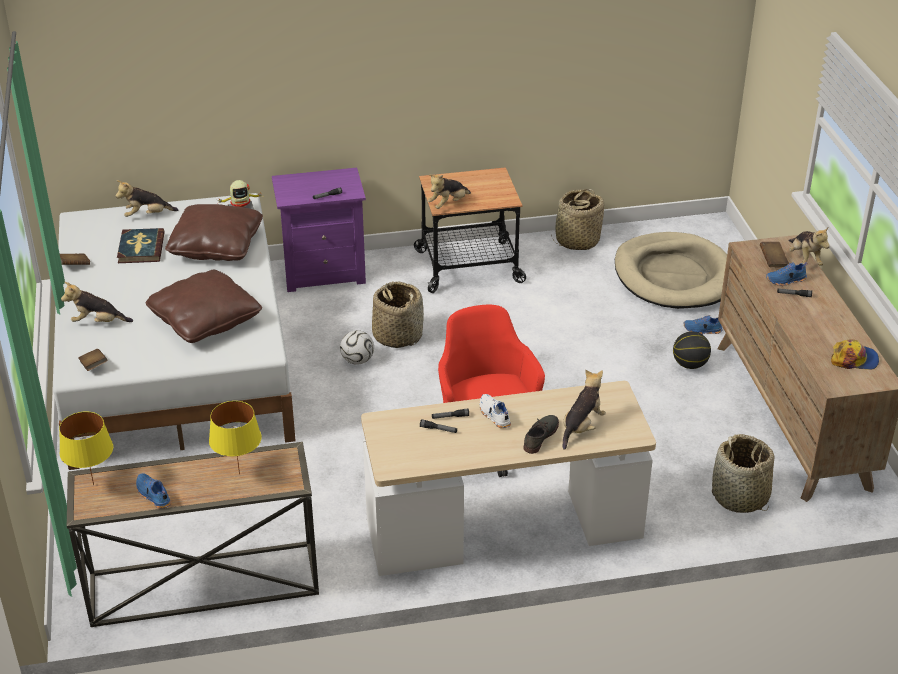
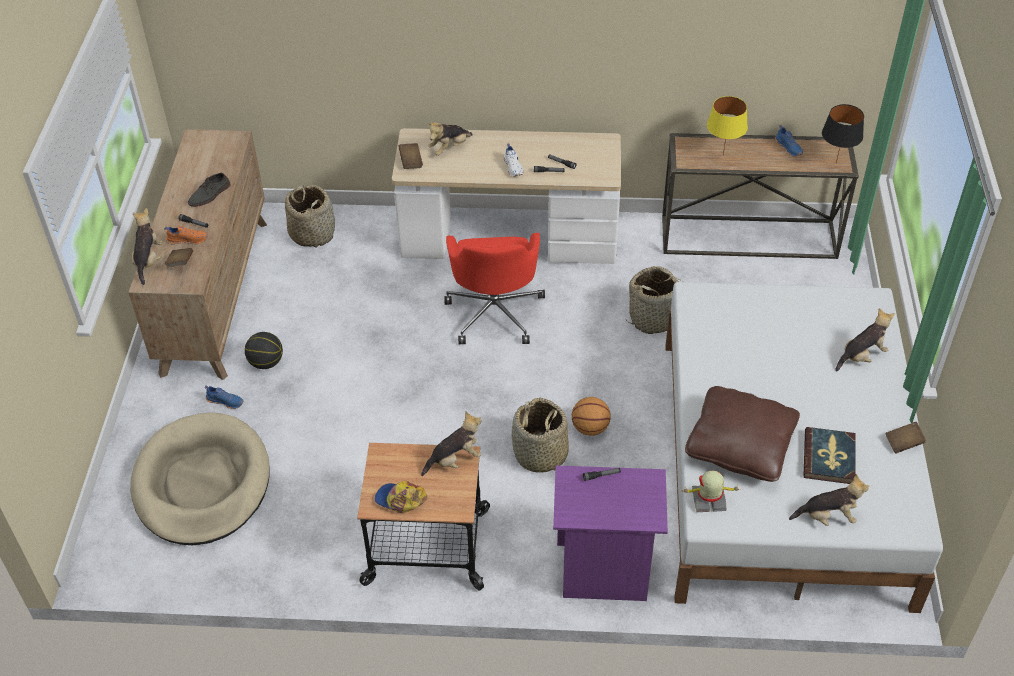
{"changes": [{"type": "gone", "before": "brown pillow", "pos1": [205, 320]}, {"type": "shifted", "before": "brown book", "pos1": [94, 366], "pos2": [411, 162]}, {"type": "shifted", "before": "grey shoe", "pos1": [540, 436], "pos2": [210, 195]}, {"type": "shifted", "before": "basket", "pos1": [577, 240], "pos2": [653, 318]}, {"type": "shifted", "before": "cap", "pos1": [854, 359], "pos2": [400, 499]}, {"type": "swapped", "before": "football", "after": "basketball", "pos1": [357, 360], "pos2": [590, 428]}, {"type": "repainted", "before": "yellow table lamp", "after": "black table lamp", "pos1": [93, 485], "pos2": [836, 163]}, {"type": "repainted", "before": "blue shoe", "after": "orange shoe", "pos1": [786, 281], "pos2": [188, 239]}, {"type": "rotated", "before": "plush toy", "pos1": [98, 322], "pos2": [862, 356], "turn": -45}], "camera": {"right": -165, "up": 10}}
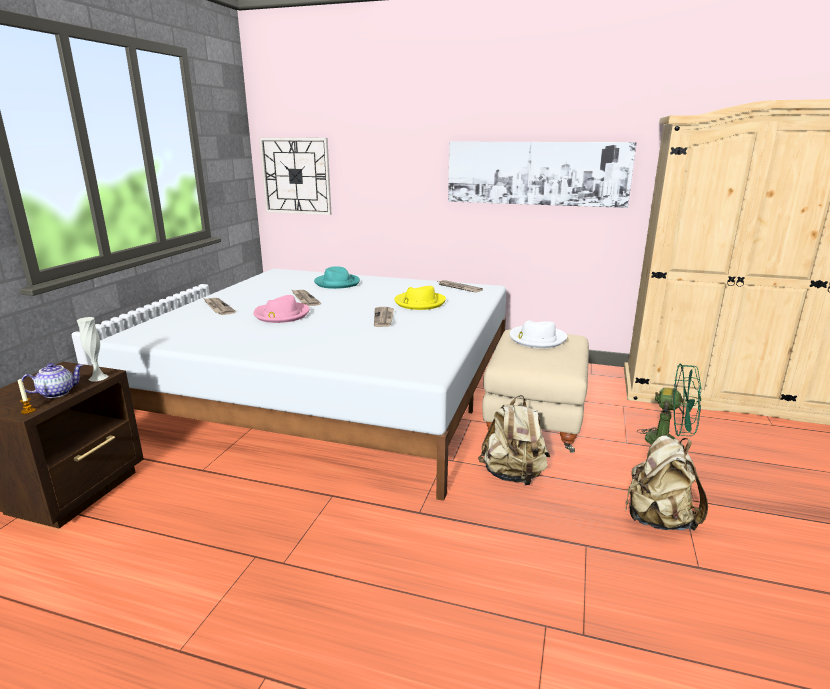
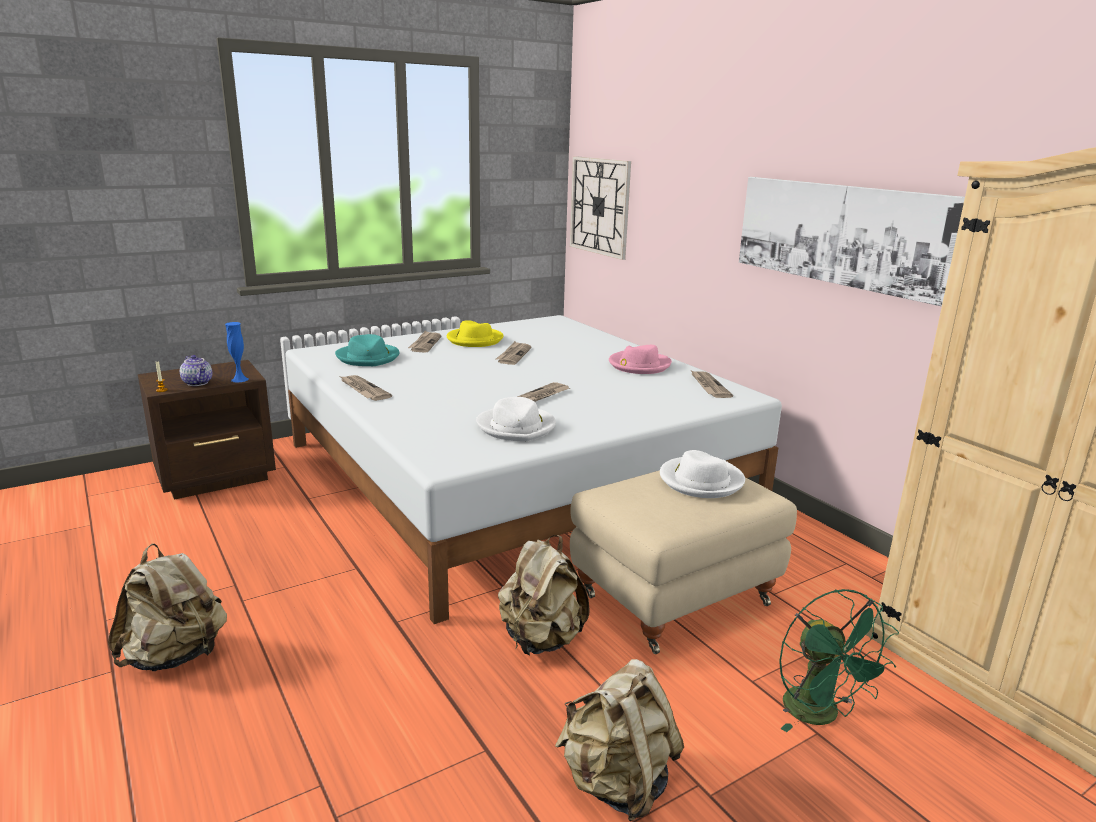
{"changes": [{"type": "new", "after": "beige backpack", "pos2": [175, 656]}, {"type": "new", "after": "newspaper", "pos2": [363, 390]}, {"type": "new", "after": "white hat", "pos2": [516, 427]}, {"type": "shifted", "before": "pink hat", "pos1": [281, 315], "pos2": [639, 365]}, {"type": "shifted", "before": "turquoise hat", "pos1": [337, 283], "pos2": [368, 357]}, {"type": "shifted", "before": "yellow hat", "pos1": [419, 303], "pos2": [474, 340]}, {"type": "repainted", "before": "white vase", "after": "blue vase", "pos1": [98, 377], "pos2": [239, 379]}, {"type": "rotated", "before": "teapot", "pos1": [57, 393], "pos2": [198, 383], "turn": 45}], "camera": {"right": 40, "up": 0}}
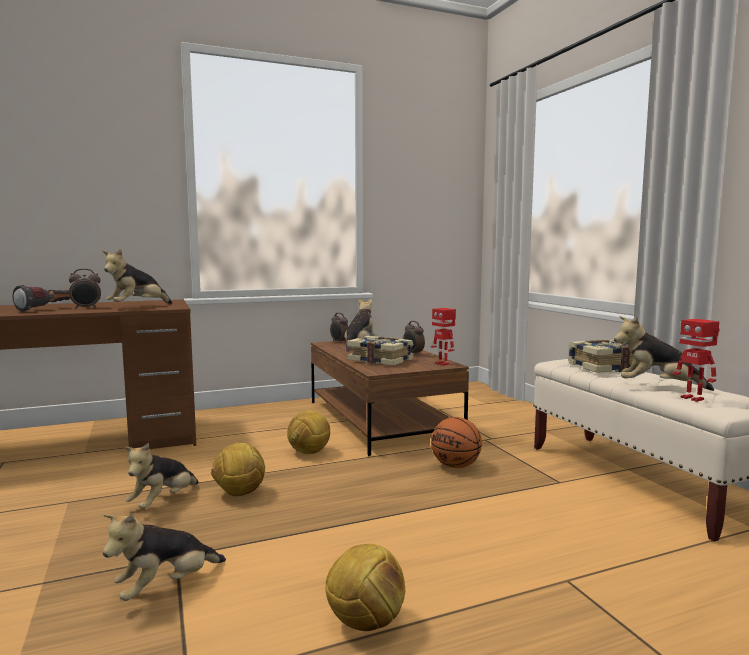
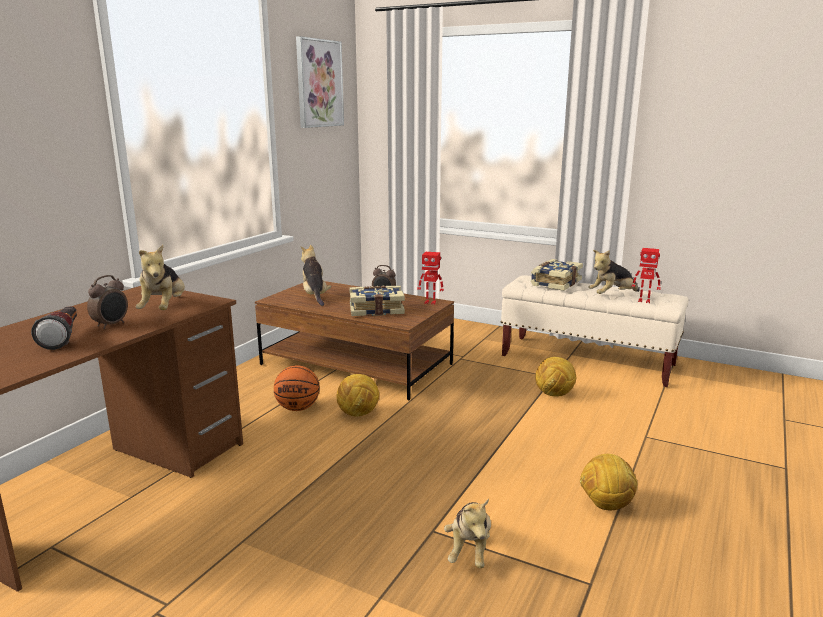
{"changes": [{"type": "gone", "before": "plush toy", "pos1": [163, 502]}, {"type": "gone", "before": "alarm clock", "pos1": [339, 342]}, {"type": "new", "after": "picture", "pos2": [319, 83]}, {"type": "shifted", "before": "football", "pos1": [239, 494], "pos2": [554, 394]}, {"type": "shifted", "before": "basketball", "pos1": [455, 466], "pos2": [297, 408]}], "camera": {"right": -40, "up": 10}}
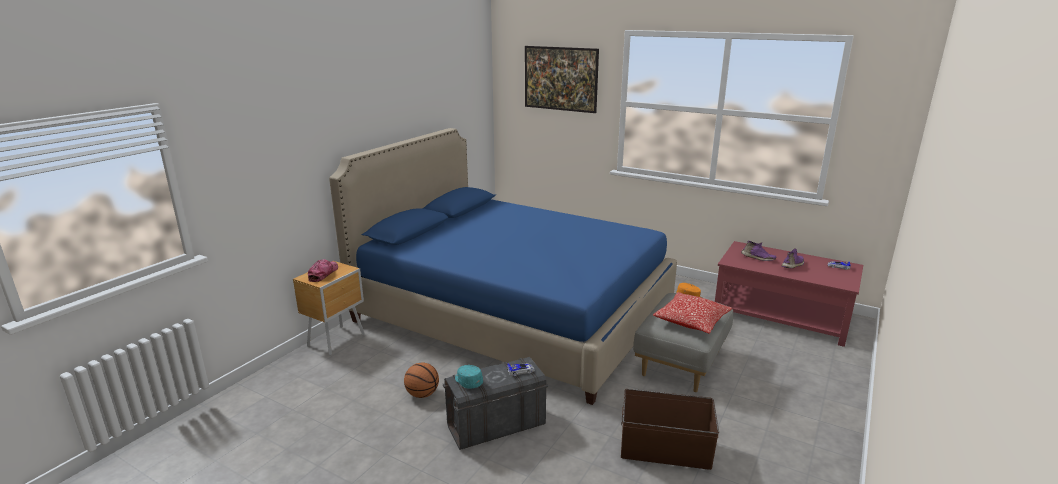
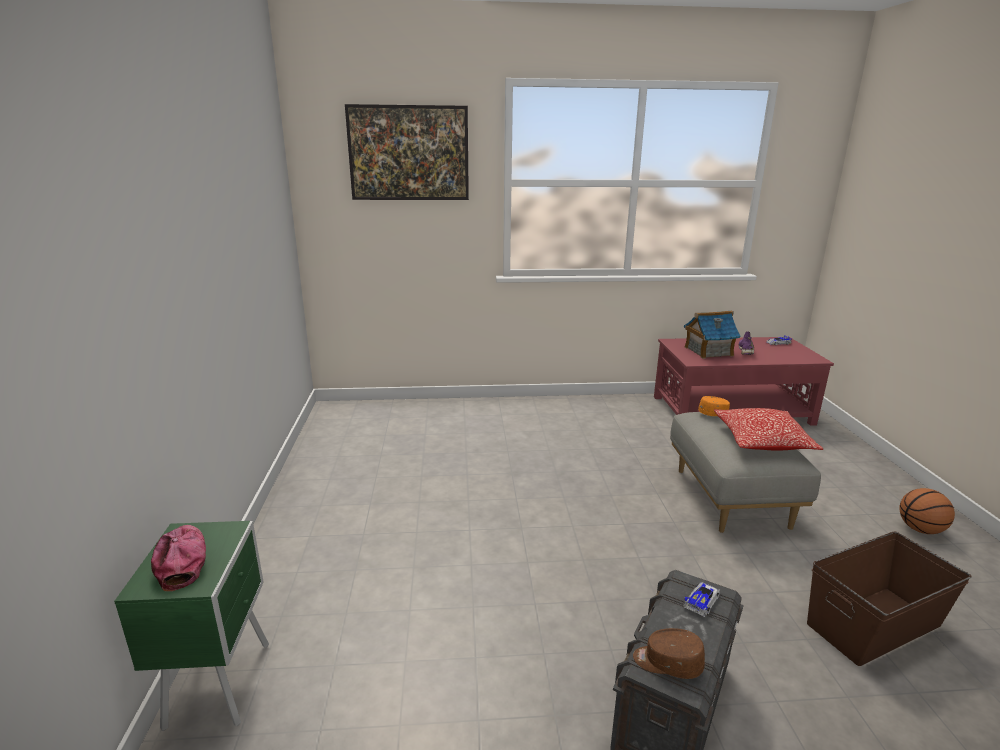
{"changes": [{"type": "gone", "before": "blue bed", "pos1": [513, 314]}, {"type": "shifted", "before": "basketball", "pos1": [422, 394], "pos2": [920, 529]}, {"type": "swapped", "before": "purple shoe", "after": "toy house", "pos1": [757, 258], "pos2": [708, 351]}, {"type": "repainted", "before": "brown nightstand", "after": "green nightstand", "pos1": [337, 340], "pos2": [221, 682]}, {"type": "repainted", "before": "turquoise cap", "after": "brown cap", "pos1": [468, 381], "pos2": [667, 663]}], "camera": {"right": -35, "up": 0}}
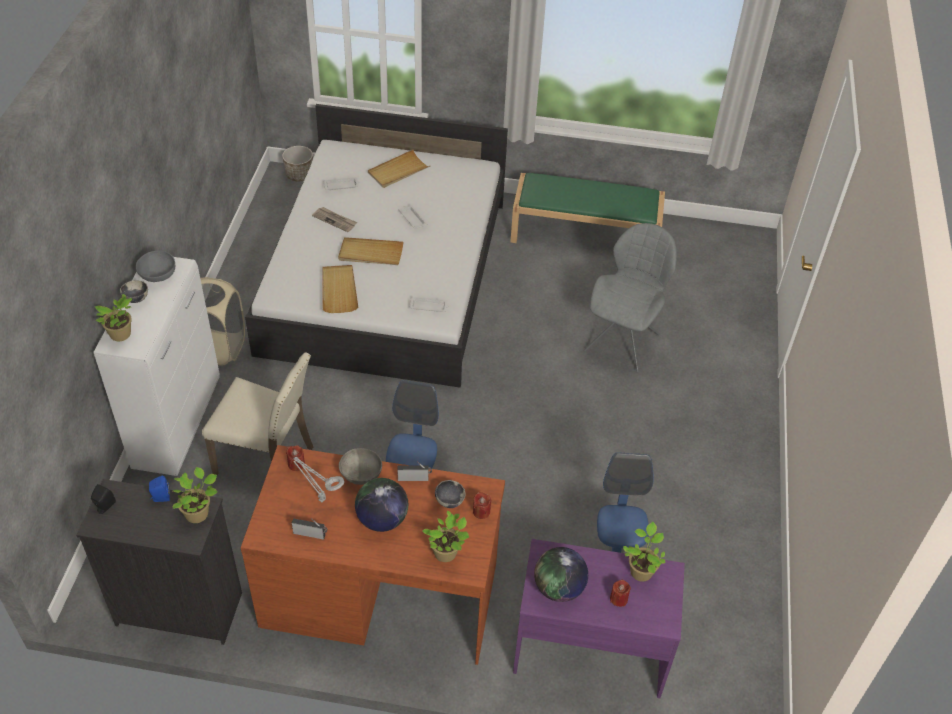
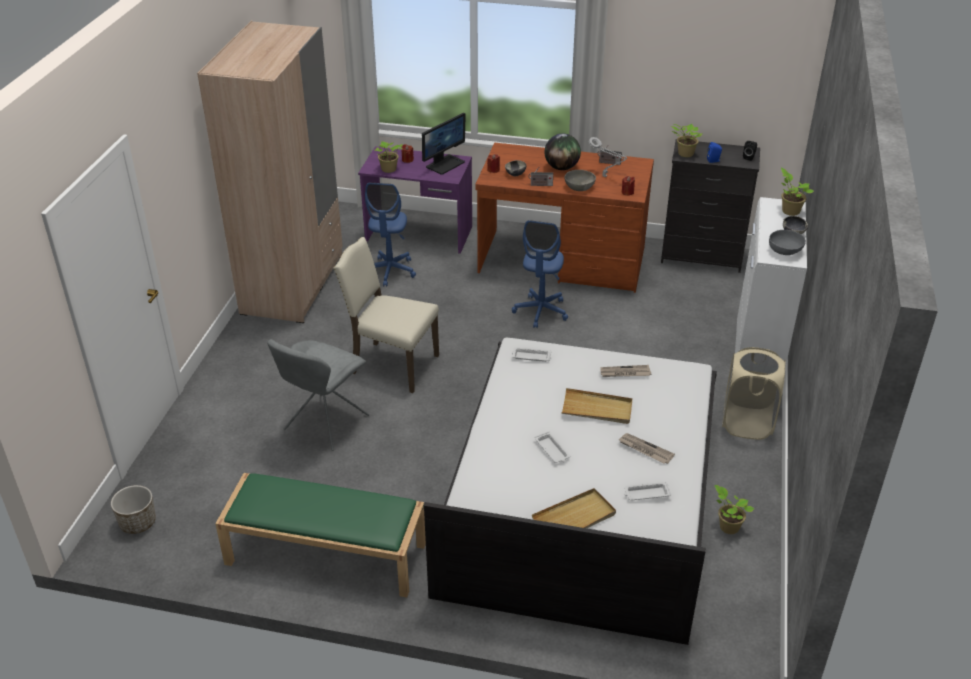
{"changes": [{"type": "new", "after": "beige wardrobe", "pos2": [293, 284]}, {"type": "shifted", "before": "beige chair", "pos1": [267, 459], "pos2": [392, 365]}, {"type": "shifted", "before": "planter", "pos1": [299, 175], "pos2": [138, 522]}, {"type": "shifted", "before": "potted plant", "pos1": [447, 553], "pos2": [727, 526]}, {"type": "swapped", "before": "beige tray", "after": "newspaper", "pos1": [339, 290], "pos2": [625, 373]}, {"type": "swapped", "before": "globe", "after": "monitor", "pos1": [558, 588], "pos2": [445, 164]}], "camera": {"right": -175, "up": -10}}
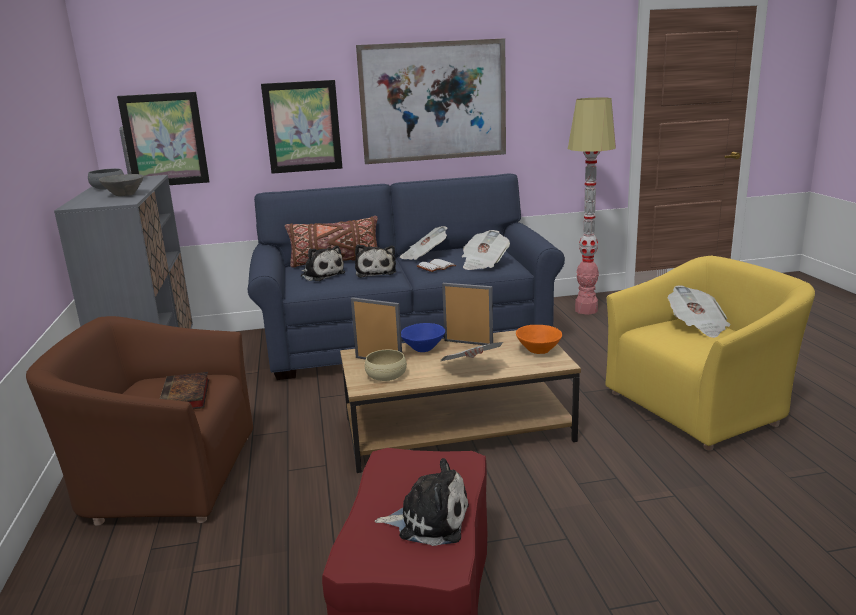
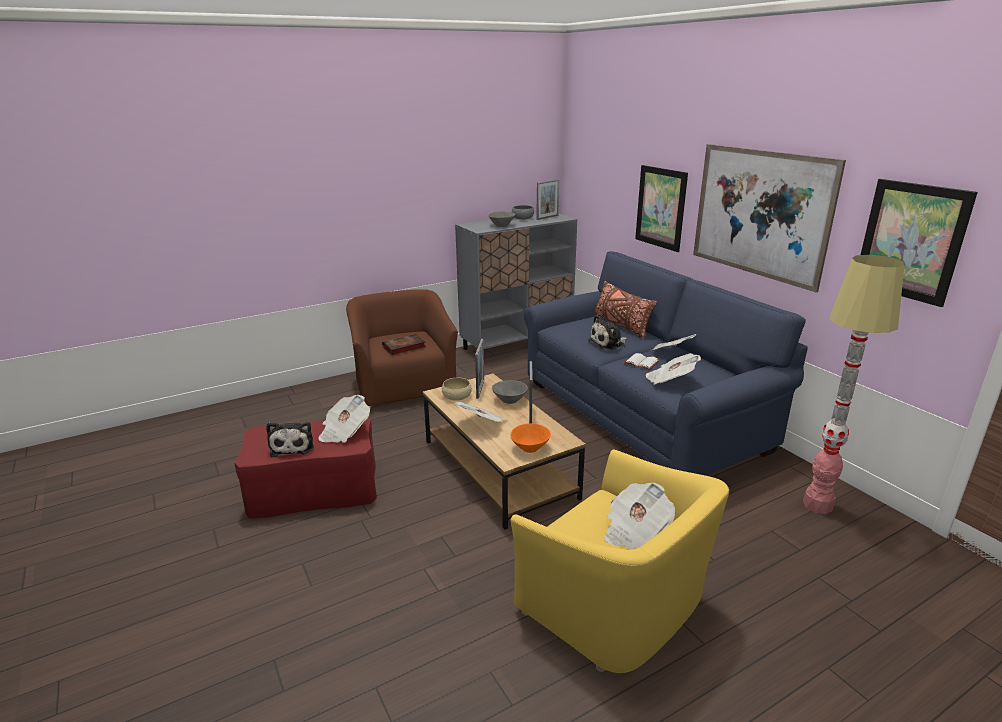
{"changes": [{"type": "gone", "before": "plush toy", "pos1": [321, 275]}, {"type": "new", "after": "newspaper", "pos2": [344, 432]}, {"type": "shifted", "before": "picture", "pos1": [165, 140], "pos2": [911, 241]}, {"type": "repainted", "before": "blue bowl", "after": "grey bowl", "pos1": [423, 348], "pos2": [509, 400]}], "camera": {"right": 70, "up": 5}}
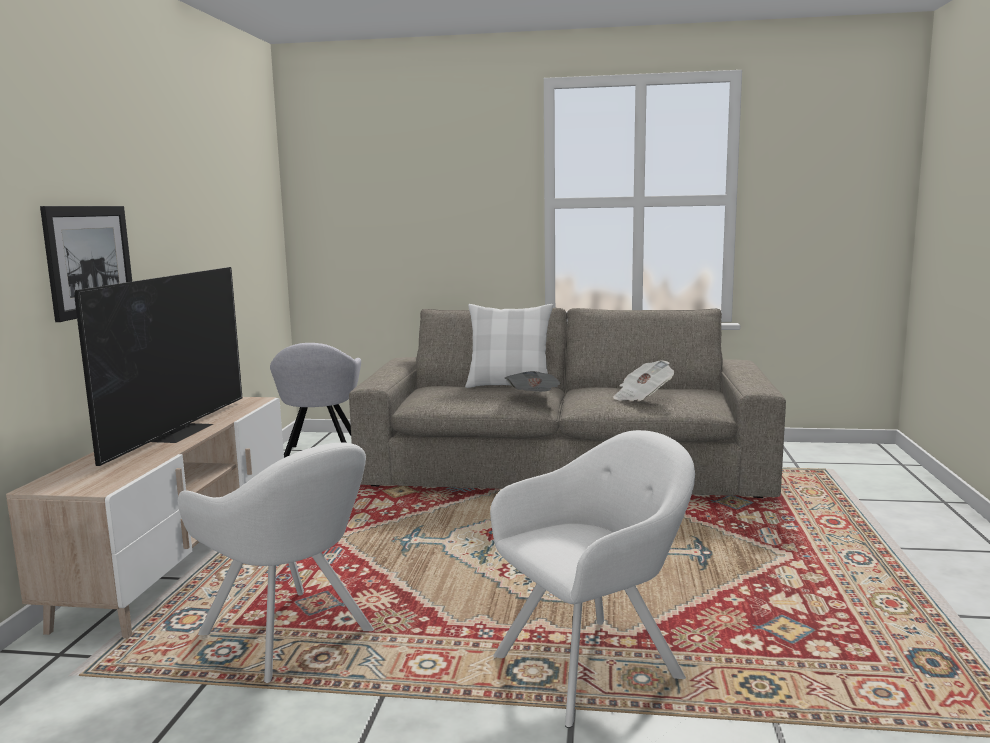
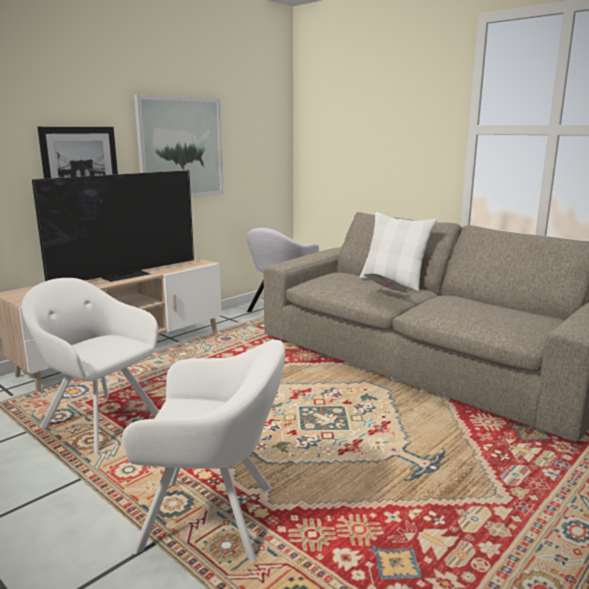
{"changes": [{"type": "gone", "before": "newspaper", "pos1": [642, 397]}, {"type": "new", "after": "picture", "pos2": [181, 148]}, {"type": "rotated", "before": "white armchair", "pos1": [291, 636], "pos2": [98, 420], "turn": 135}], "camera": {"right": 35, "up": 5}}
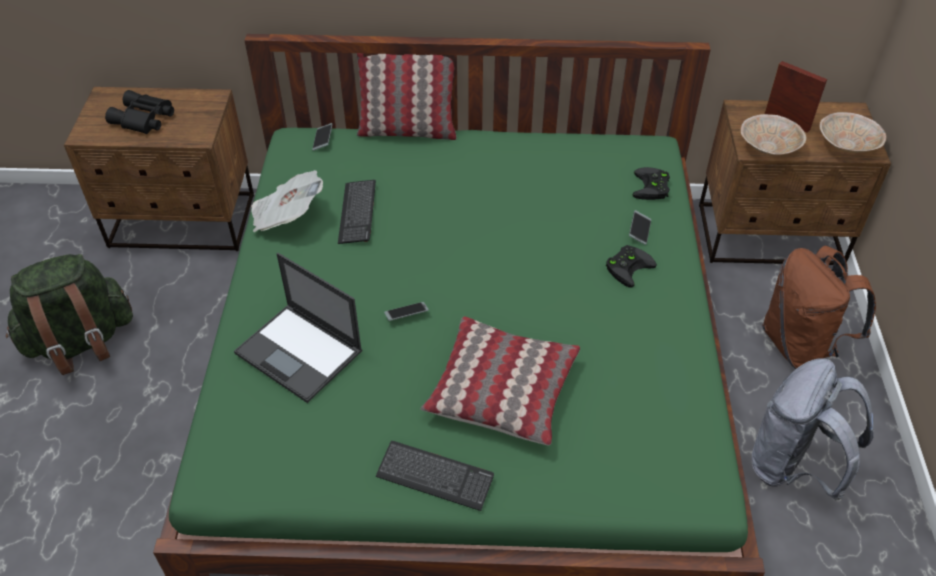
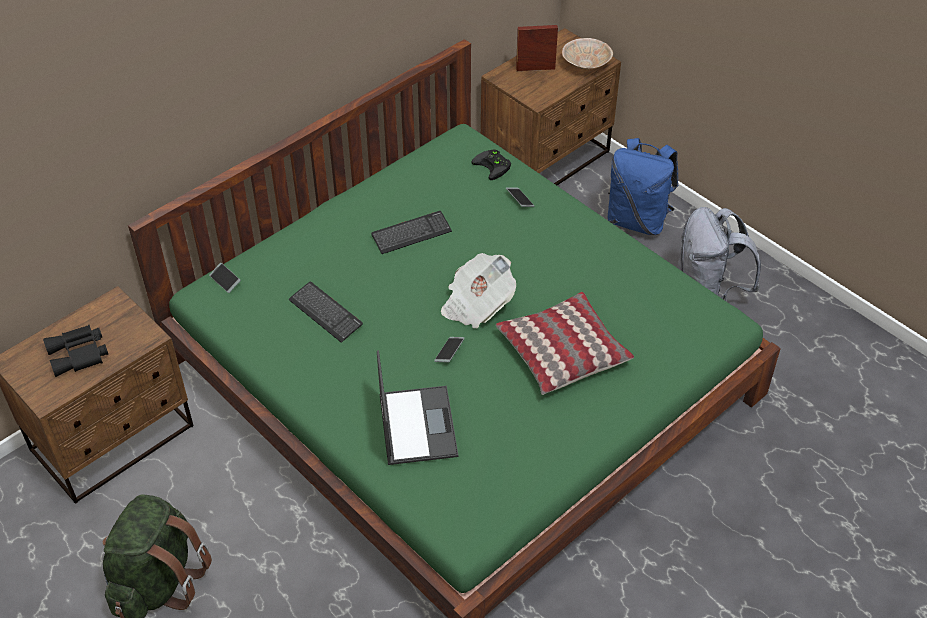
{"changes": [{"type": "gone", "before": "pillow", "pos1": [407, 130]}, {"type": "gone", "before": "black game controller", "pos1": [628, 266]}, {"type": "gone", "before": "beige bowl", "pos1": [769, 147]}, {"type": "shifted", "before": "newspaper", "pos1": [287, 216], "pos2": [477, 304]}, {"type": "shifted", "before": "keyboard", "pos1": [435, 477], "pos2": [411, 234]}, {"type": "repainted", "before": "brown backpack", "after": "blue backpack", "pos1": [800, 346], "pos2": [637, 220]}, {"type": "rotated", "before": "laptop", "pos1": [300, 353], "pos2": [417, 424], "turn": -90}], "camera": {"right": -45, "up": 0}}
